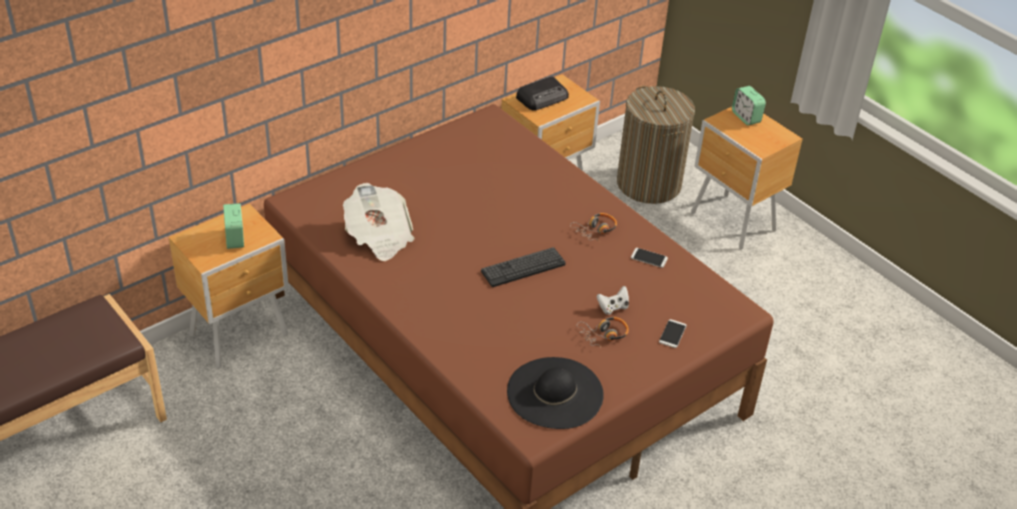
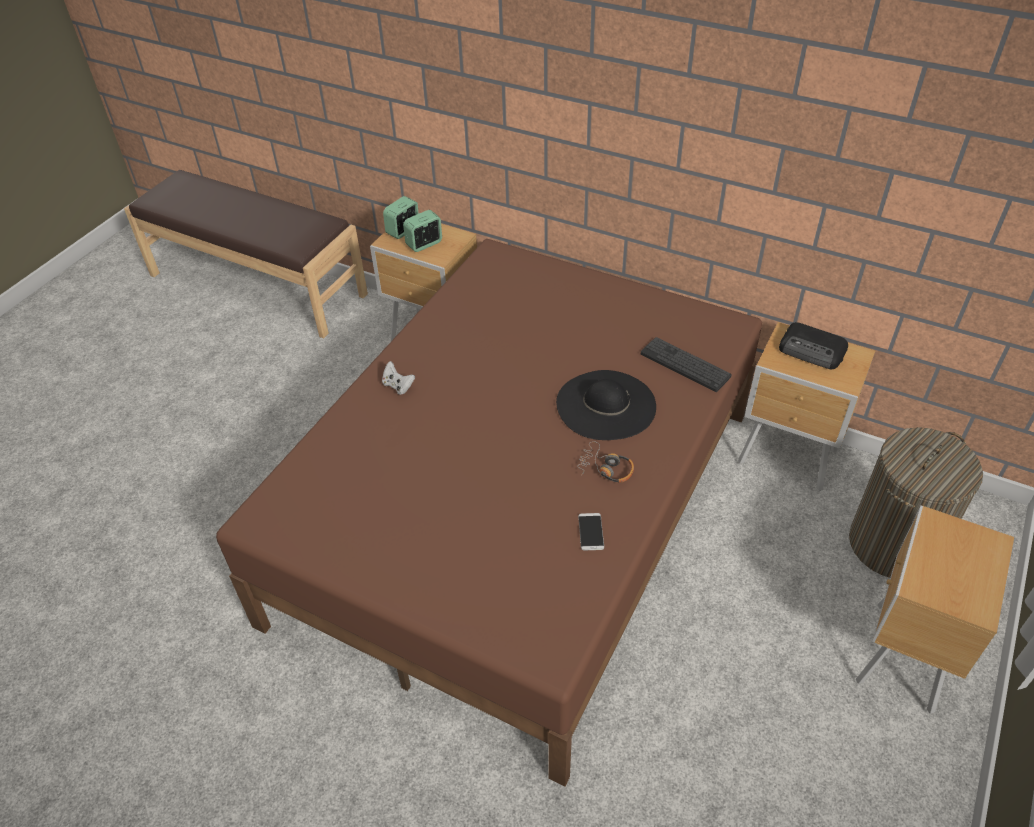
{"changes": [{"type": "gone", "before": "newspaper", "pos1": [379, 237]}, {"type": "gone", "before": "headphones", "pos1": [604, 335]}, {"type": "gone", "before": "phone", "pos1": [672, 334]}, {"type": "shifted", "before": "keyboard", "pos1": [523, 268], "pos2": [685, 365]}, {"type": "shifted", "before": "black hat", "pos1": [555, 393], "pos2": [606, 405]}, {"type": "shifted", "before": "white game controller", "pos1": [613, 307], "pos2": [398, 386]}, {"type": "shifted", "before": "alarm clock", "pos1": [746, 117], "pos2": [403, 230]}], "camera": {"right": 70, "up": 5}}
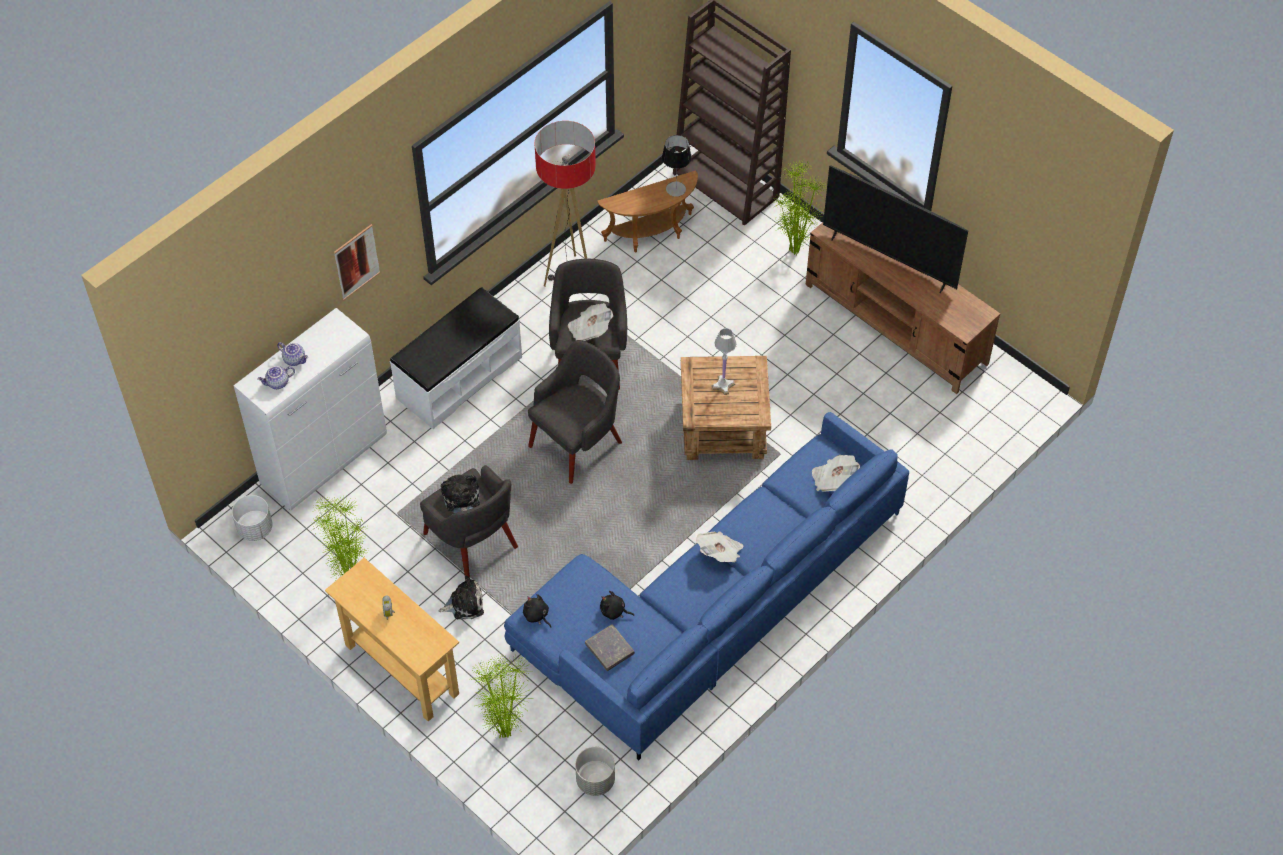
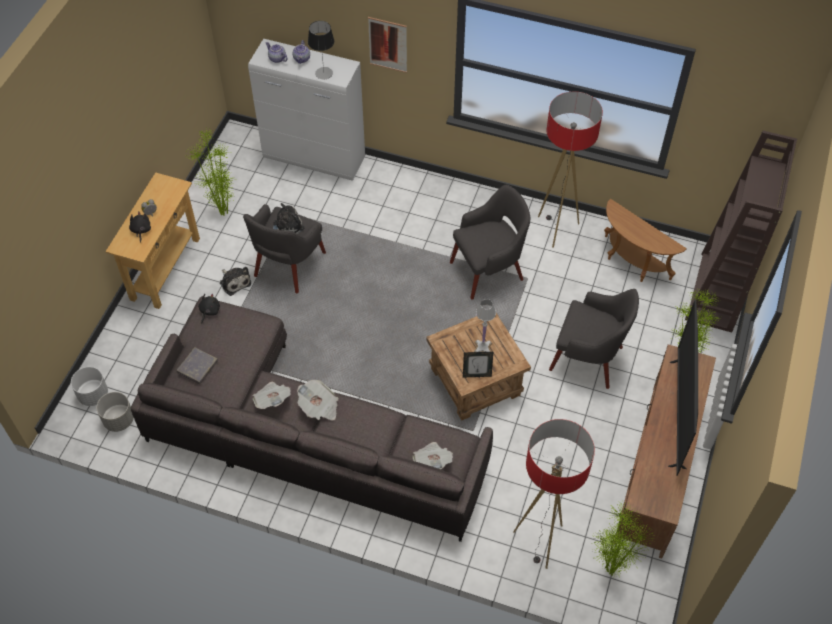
{"changes": [{"type": "gone", "before": "white bench", "pos1": [458, 377]}, {"type": "new", "after": "picture frame", "pos2": [477, 374]}, {"type": "new", "after": "floor lamp", "pos2": [540, 542]}, {"type": "shifted", "before": "white planter", "pos1": [255, 528], "pos2": [93, 395]}, {"type": "shifted", "before": "potted plant", "pos1": [506, 736], "pos2": [609, 572]}, {"type": "shifted", "before": "grey armchair", "pos1": [577, 443], "pos2": [588, 358]}, {"type": "shifted", "before": "newspaper", "pos1": [590, 330], "pos2": [272, 400]}, {"type": "shifted", "before": "black plush toy", "pos1": [614, 611], "pos2": [141, 230]}, {"type": "shifted", "before": "table lamp", "pos1": [676, 189], "pos2": [323, 73]}, {"type": "repainted", "before": "blue sofa", "after": "grey sofa", "pos1": [708, 606], "pos2": [303, 435]}], "camera": {"right": 65, "up": 0}}
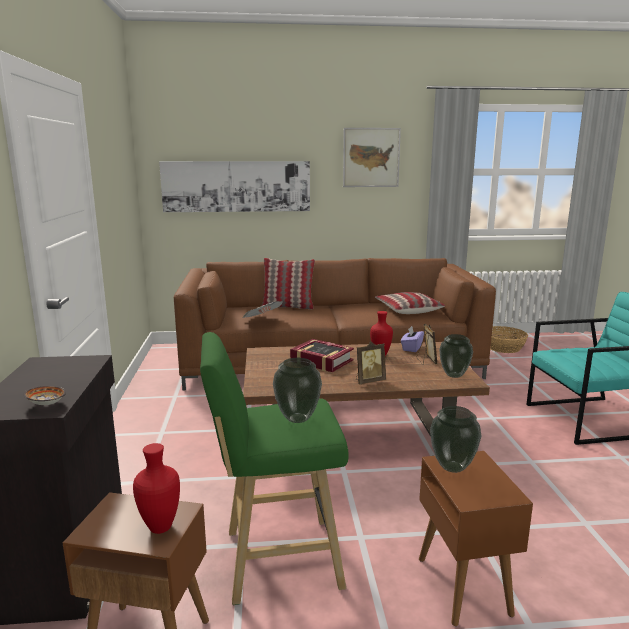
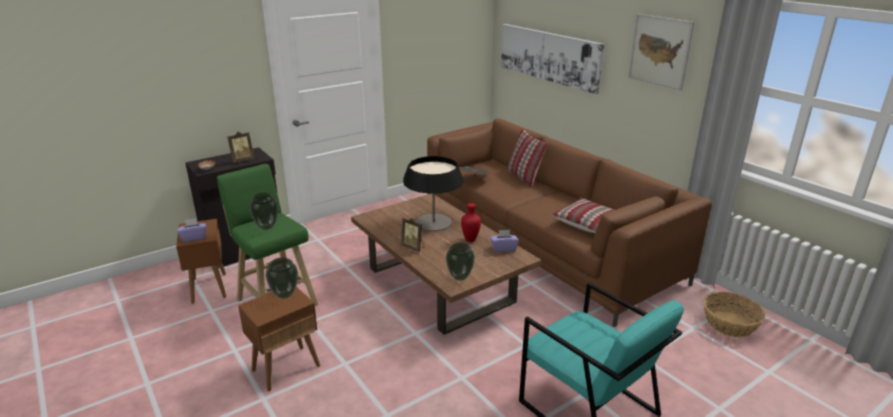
{"changes": [{"type": "shifted", "before": "picture frame", "pos1": [426, 361], "pos2": [242, 160]}, {"type": "swapped", "before": "red vase", "after": "purple tissue box", "pos1": [161, 528], "pos2": [194, 238]}, {"type": "swapped", "before": "book", "after": "table lamp", "pos1": [321, 361], "pos2": [433, 222]}], "camera": {"right": 60, "up": 10}}
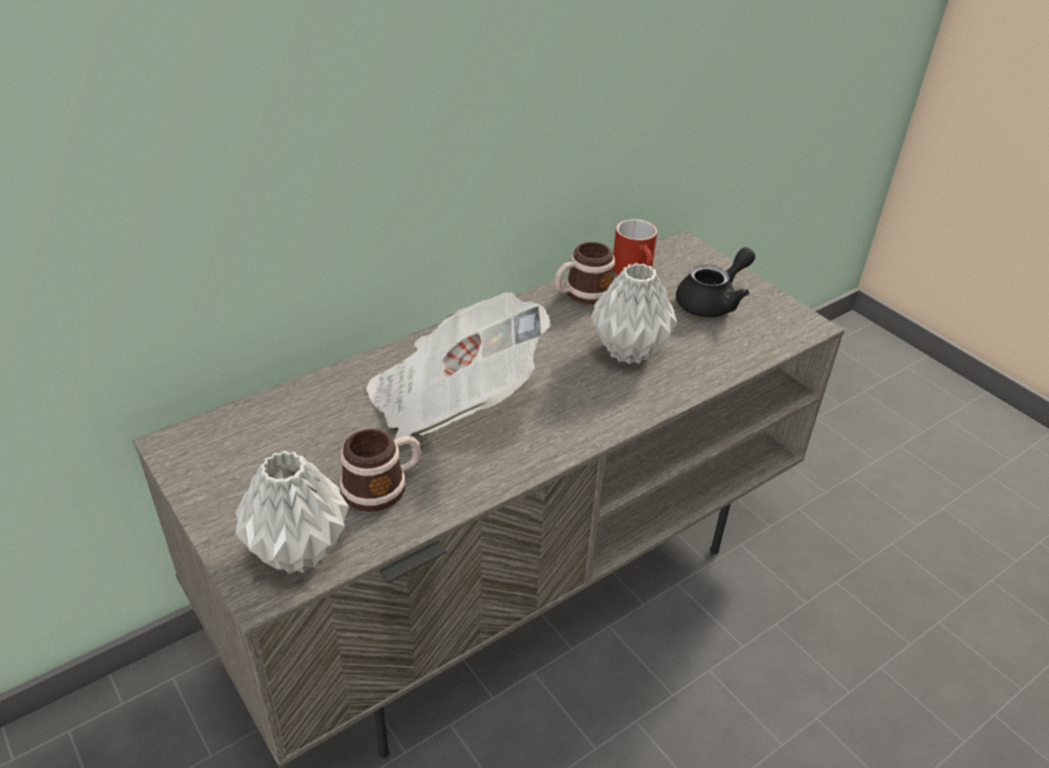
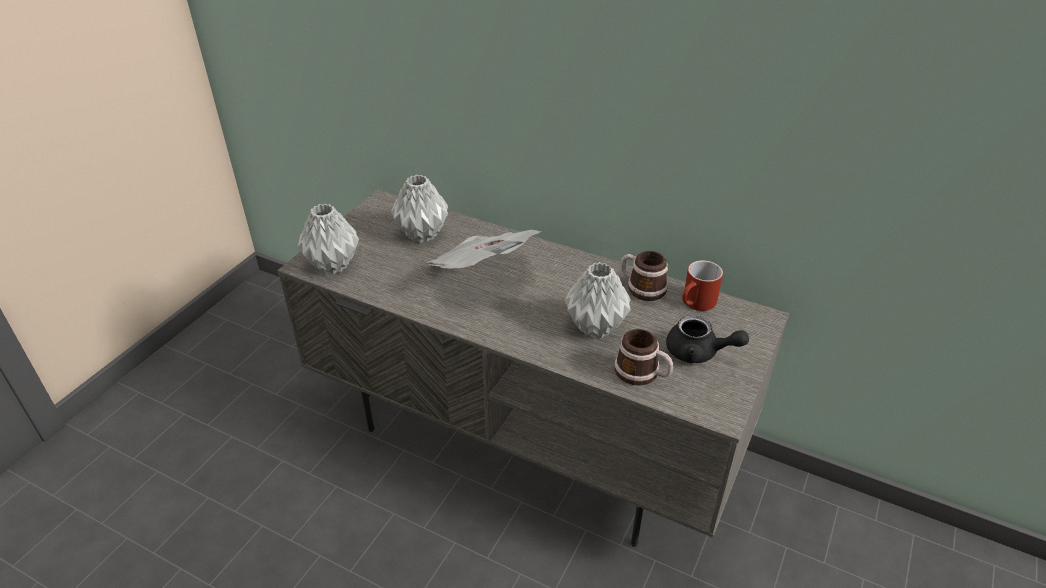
{"changes": [{"type": "new", "after": "grey vase", "pos2": [423, 234]}, {"type": "shifted", "before": "mug", "pos1": [383, 486], "pos2": [642, 374]}], "camera": {"right": 65, "up": 0}}
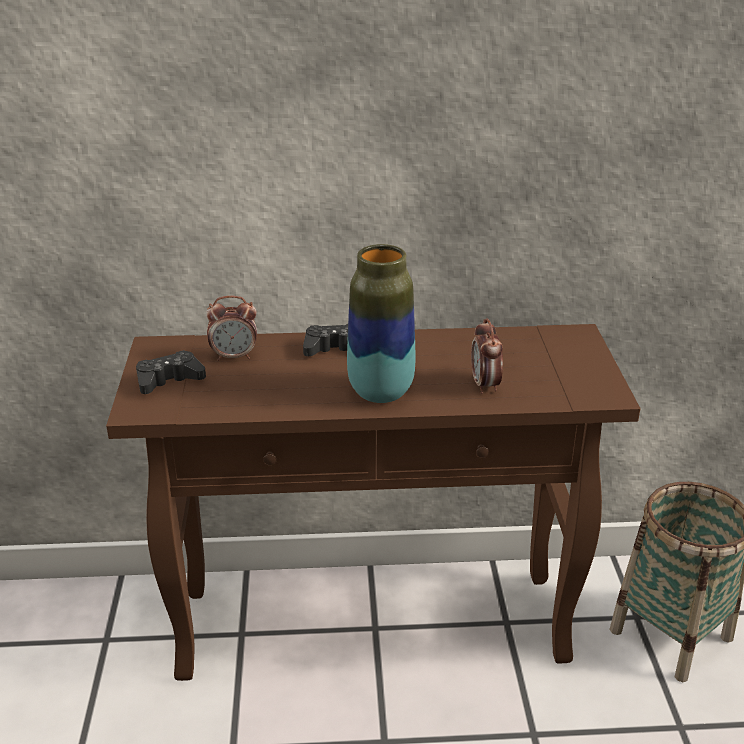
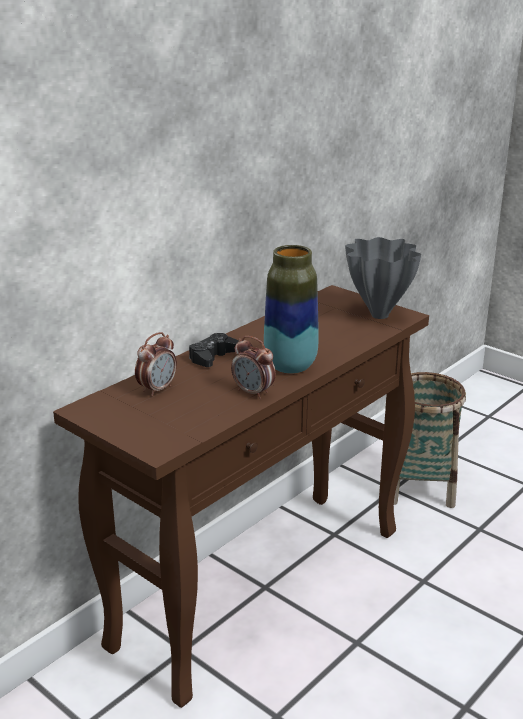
{"changes": [{"type": "gone", "before": "black game controller", "pos1": [169, 380]}, {"type": "new", "after": "grey vase", "pos2": [378, 315]}, {"type": "shifted", "before": "alarm clock", "pos1": [485, 385], "pos2": [253, 393]}], "camera": {"right": -45, "up": -5}}
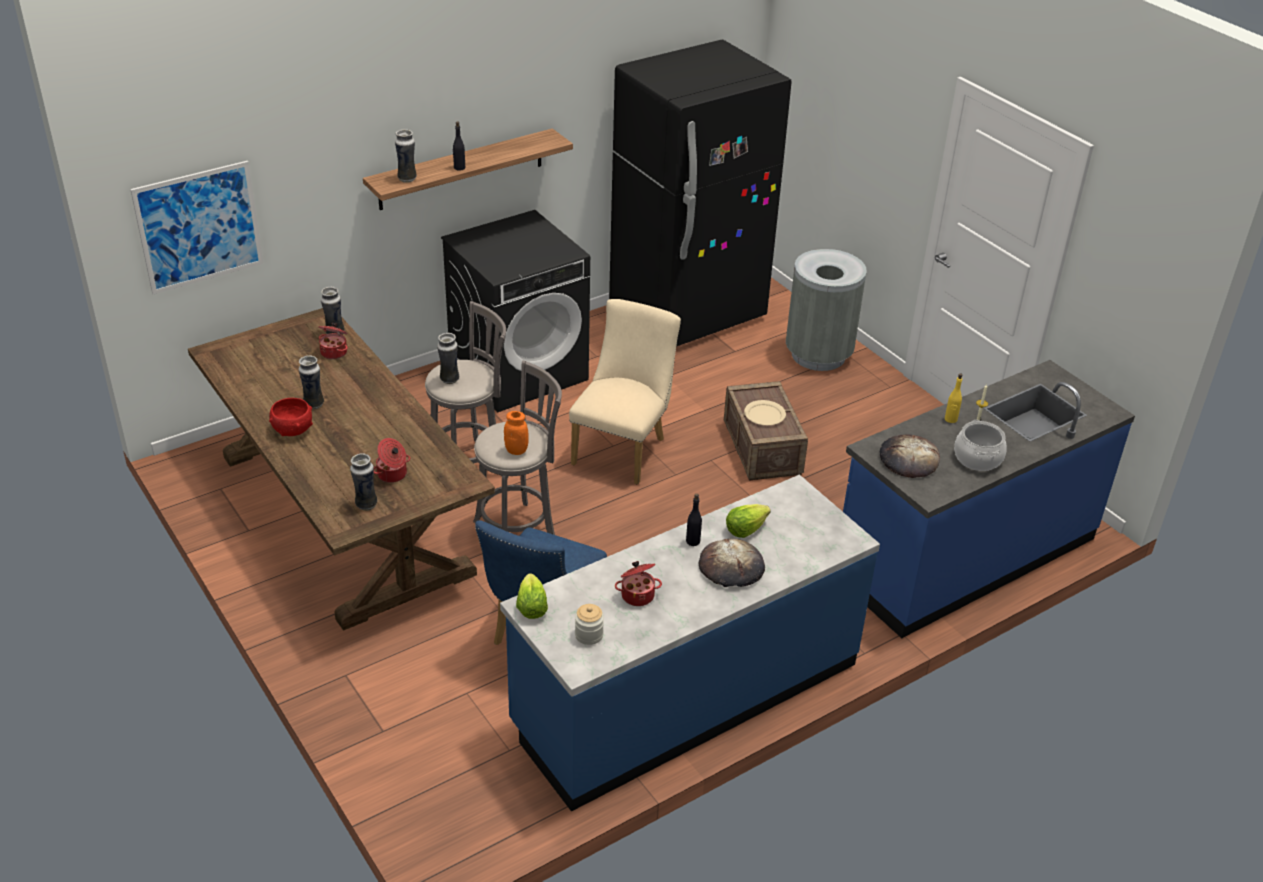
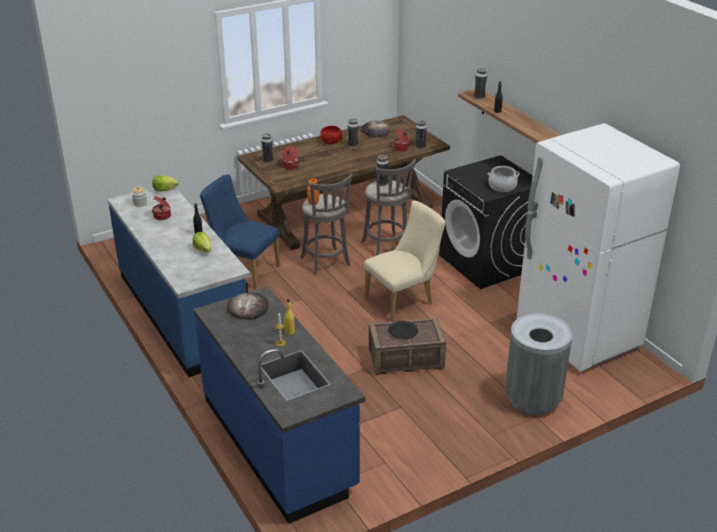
{"changes": [{"type": "gone", "before": "picture", "pos1": [199, 227]}, {"type": "shifted", "before": "bread", "pos1": [731, 567], "pos2": [375, 131]}, {"type": "shifted", "before": "cooking pot", "pos1": [977, 458], "pos2": [502, 186]}, {"type": "repainted", "before": "black fridge", "after": "white fridge", "pos1": [687, 313], "pos2": [578, 336]}, {"type": "repainted", "before": "beige plate", "after": "black plate", "pos1": [765, 414], "pos2": [403, 331]}, {"type": "rotated", "before": "beige chair", "pos1": [623, 448], "pos2": [403, 301], "turn": -60}], "camera": {"right": 95, "up": -5}}
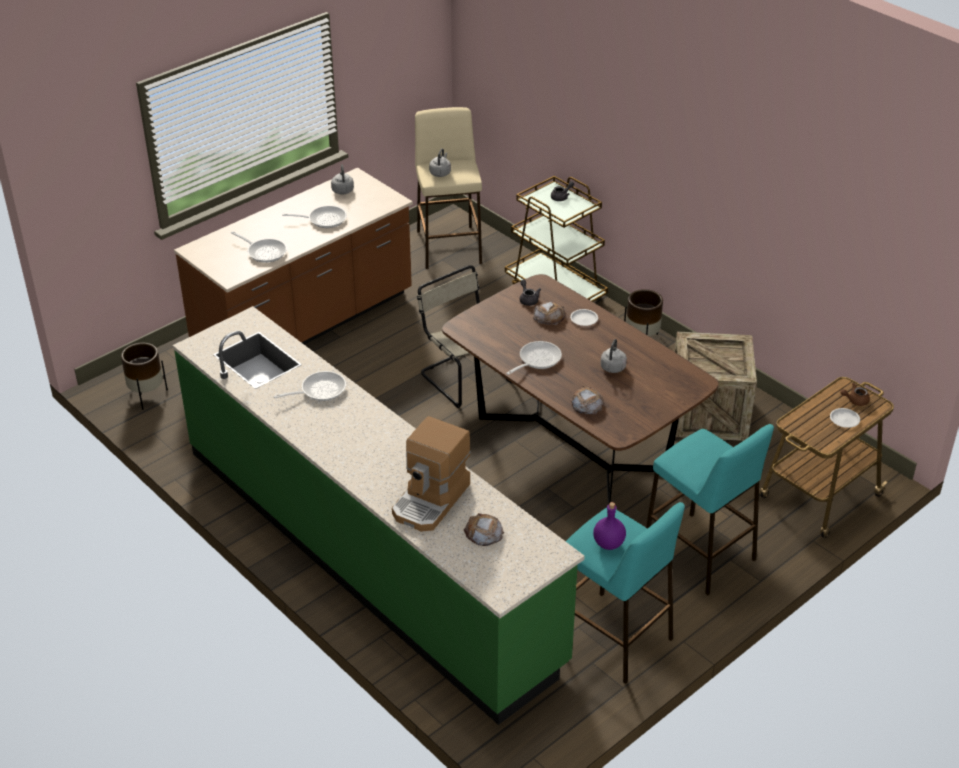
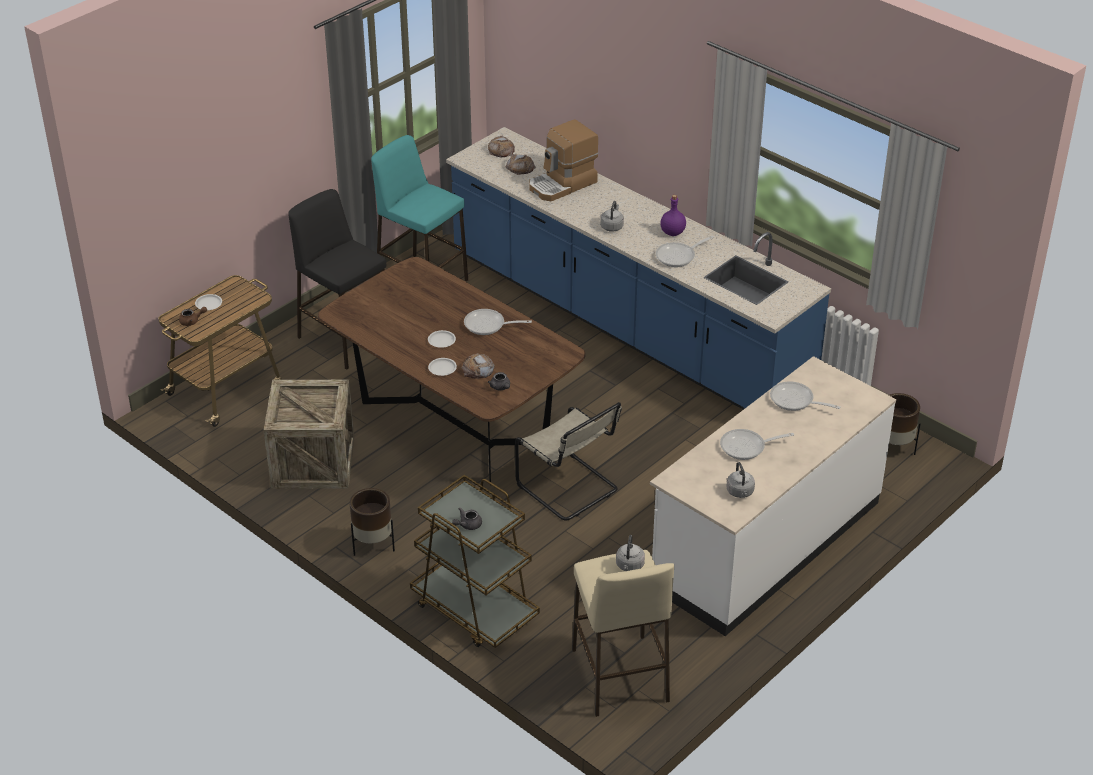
{"changes": [{"type": "new", "after": "white plate", "pos2": [441, 341]}, {"type": "shifted", "before": "bread", "pos1": [586, 404], "pos2": [501, 150]}, {"type": "shifted", "before": "purple bottle", "pos1": [609, 544], "pos2": [672, 232]}, {"type": "shifted", "before": "grey kettle", "pos1": [612, 368], "pos2": [612, 226]}, {"type": "repainted", "before": "green counter", "after": "blue counter", "pos1": [369, 552], "pos2": [625, 325]}, {"type": "repainted", "before": "brown counter", "after": "white counter", "pos1": [305, 324], "pos2": [765, 543]}, {"type": "repainted", "before": "turquoise stool", "after": "black stool", "pos1": [700, 554], "pos2": [344, 339]}, {"type": "rotated", "before": "coffee machine", "pos1": [431, 500], "pos2": [563, 184], "turn": -150}, {"type": "rotated", "before": "frying pan", "pos1": [537, 360], "pos2": [488, 325], "turn": 60}], "camera": {"right": 175, "up": 0}}
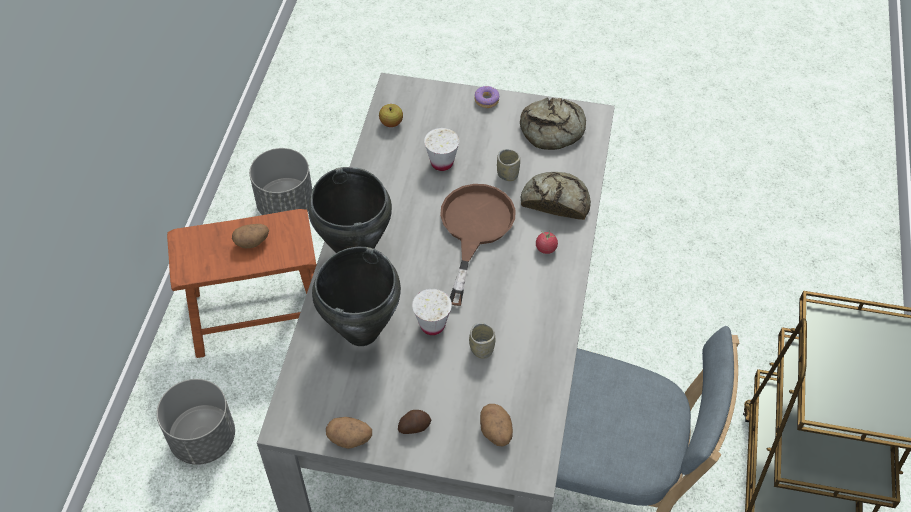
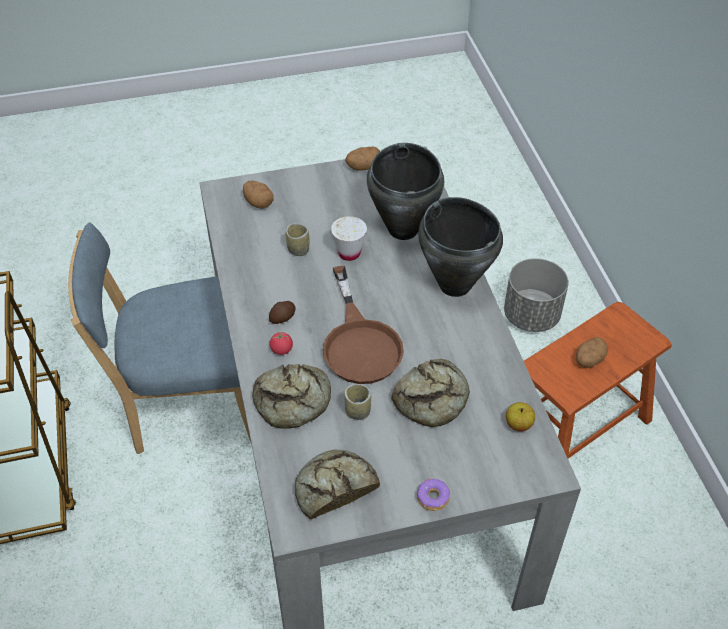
{"changes": [{"type": "gone", "before": "grey planter", "pos1": [286, 205]}, {"type": "shifted", "before": "potato", "pos1": [414, 426], "pos2": [283, 318]}, {"type": "swapped", "before": "white cup", "after": "bread", "pos1": [442, 163], "pos2": [433, 398]}], "camera": {"right": 155, "up": -5}}
